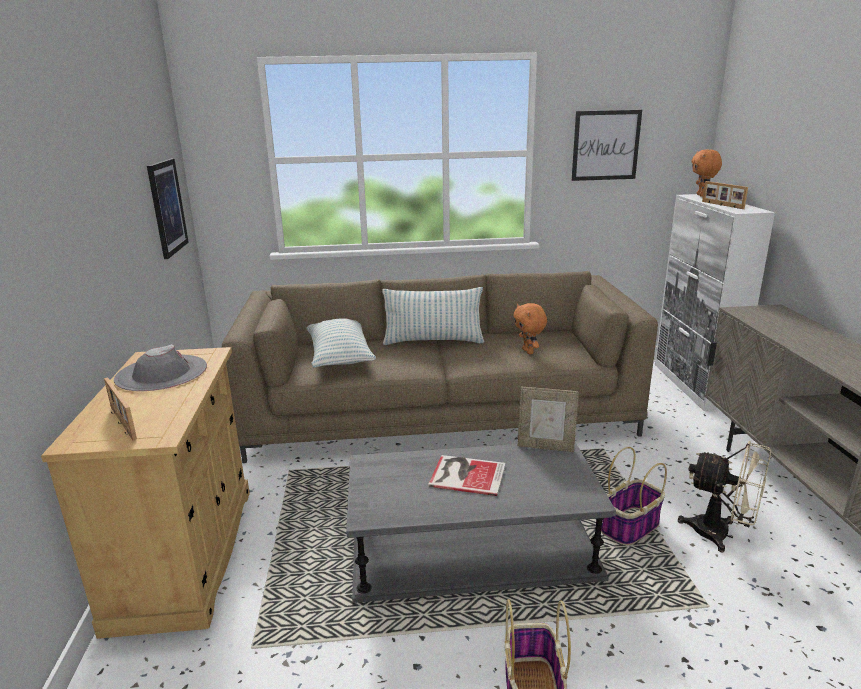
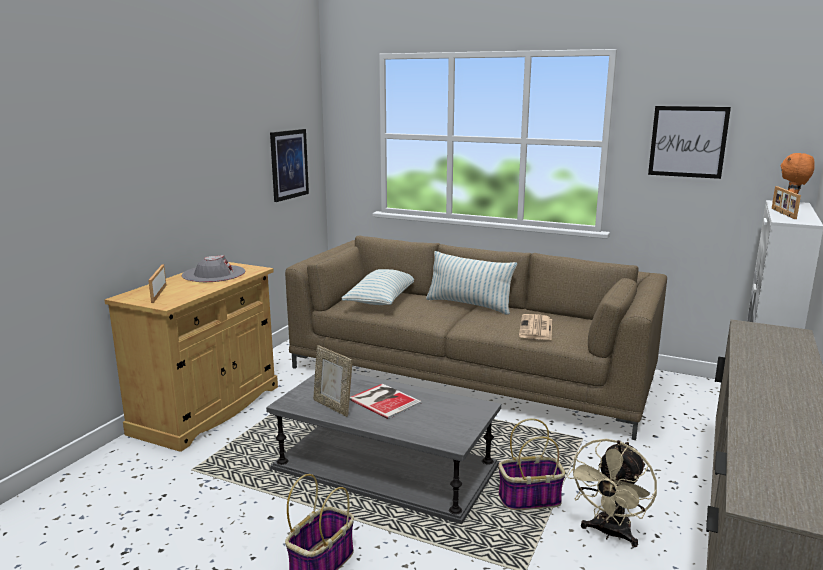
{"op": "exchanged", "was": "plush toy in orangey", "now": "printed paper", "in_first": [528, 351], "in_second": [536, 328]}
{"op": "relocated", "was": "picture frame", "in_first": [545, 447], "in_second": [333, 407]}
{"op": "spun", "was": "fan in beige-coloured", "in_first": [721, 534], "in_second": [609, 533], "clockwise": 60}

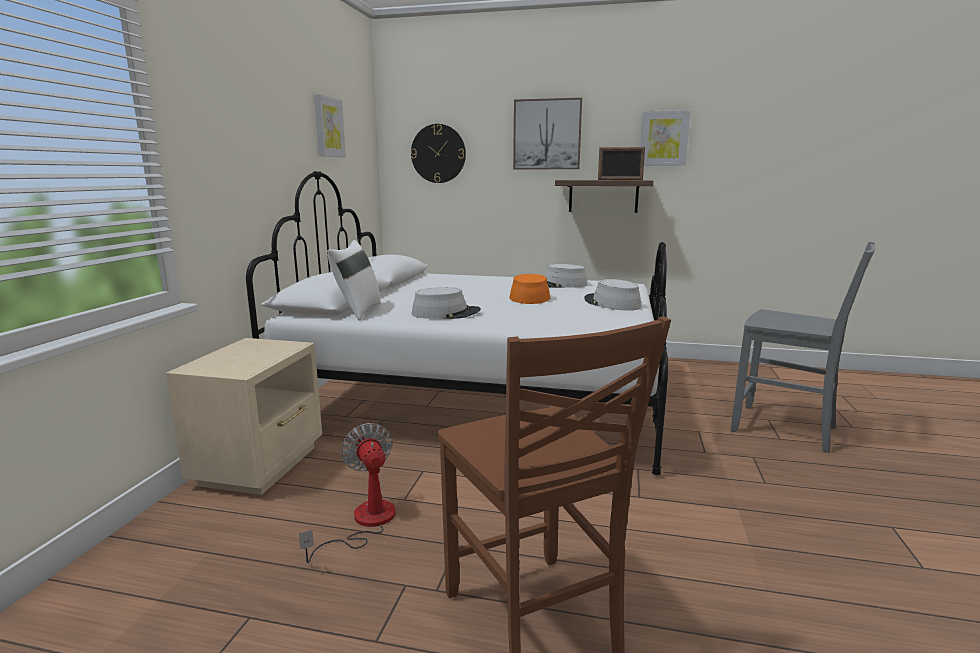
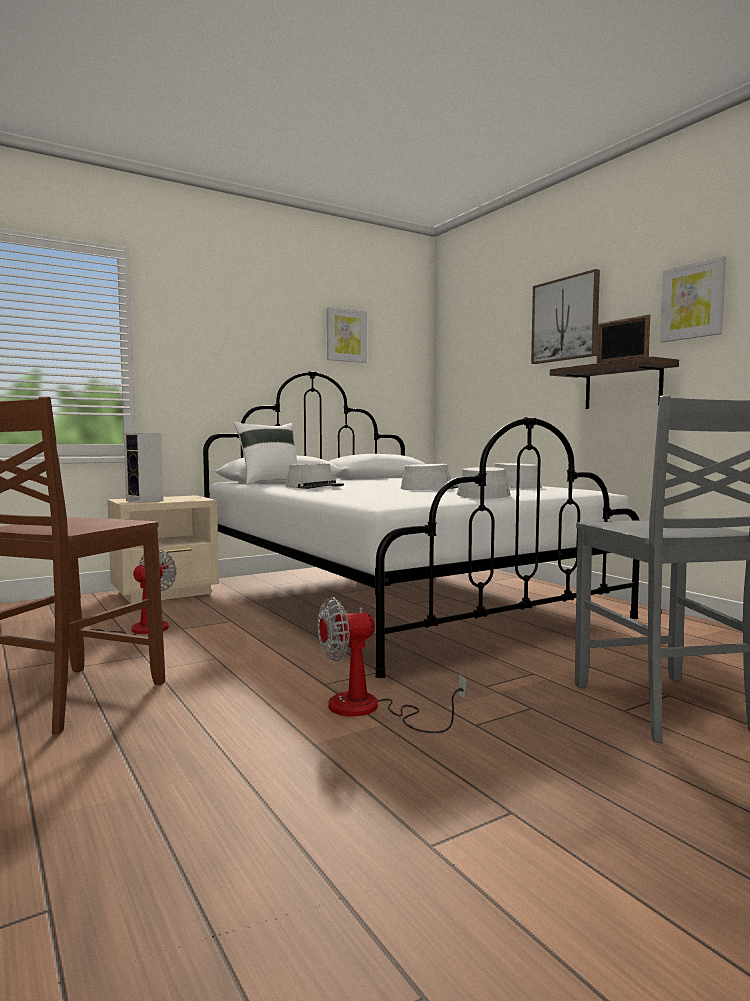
{"op": "missing", "was": "wall clock", "in_first": [438, 153]}
{"op": "colour", "was": "wearable hat in orangey", "now": "wearable hat in greyish", "in_first": [529, 297], "in_second": [430, 488]}
{"op": "appeared", "now": "speaker", "in_second": [146, 501]}
{"op": "appeared", "now": "fan", "in_second": [370, 710]}

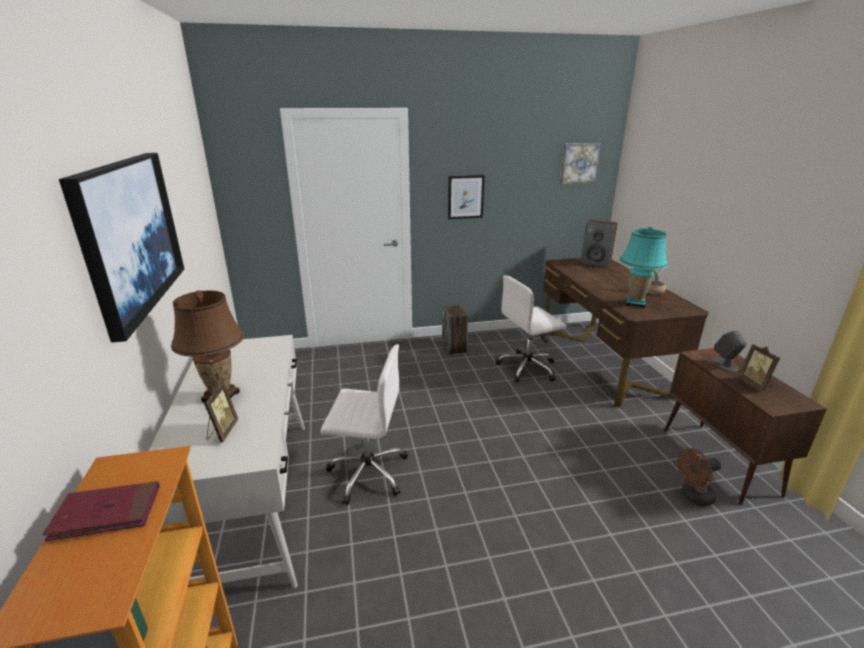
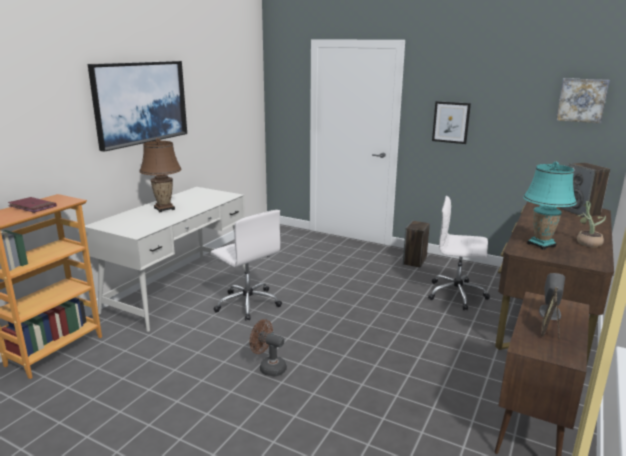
{"op": "missing", "was": "picture frame", "in_first": [222, 432]}
{"op": "relocated", "was": "fan in brown", "in_first": [693, 496], "in_second": [269, 367]}

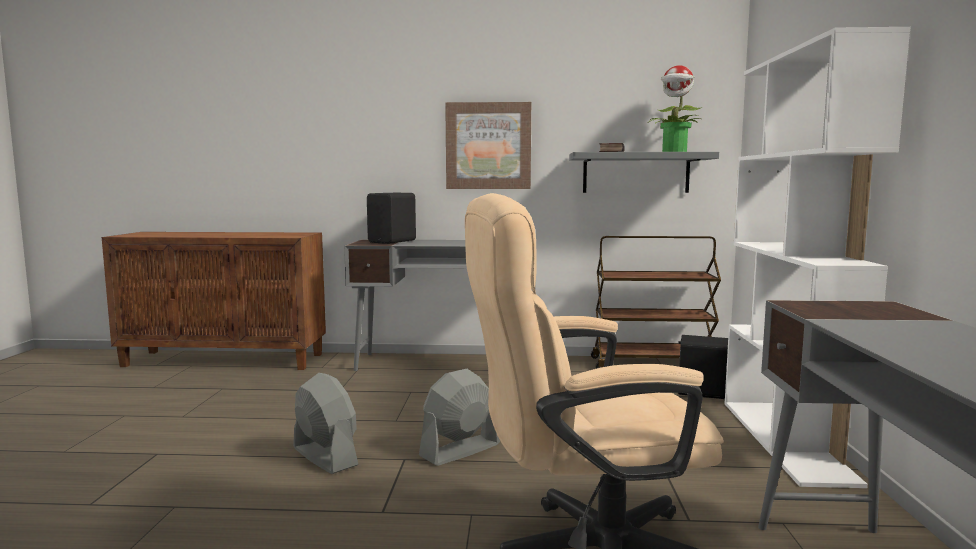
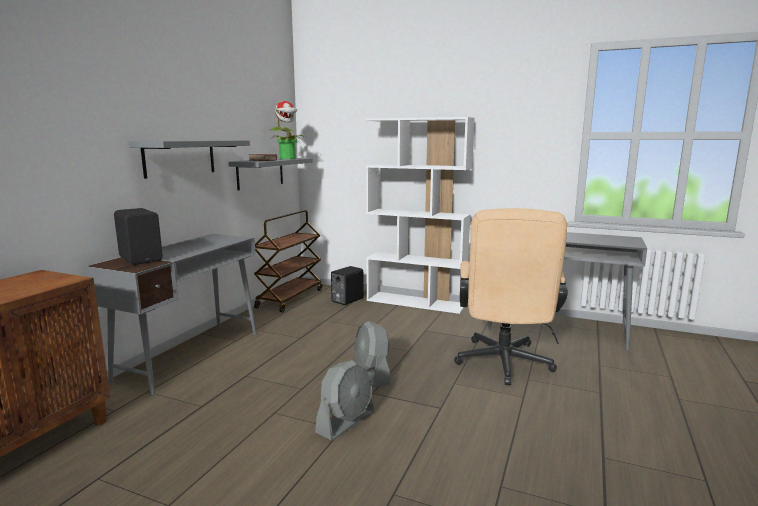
{"op": "exchanged", "was": "wall picture", "now": "shelf in greyish", "in_first": [488, 146], "in_second": [180, 157]}
{"op": "spun", "was": "fan in greyish", "in_first": [324, 456], "in_second": [346, 422], "clockwise": 150}

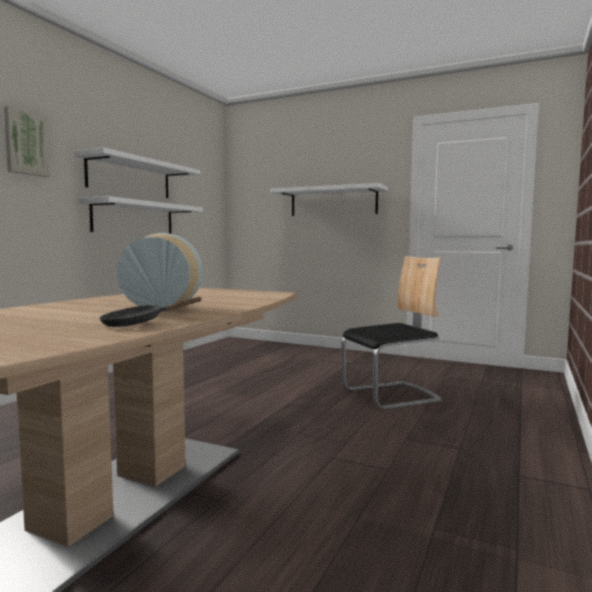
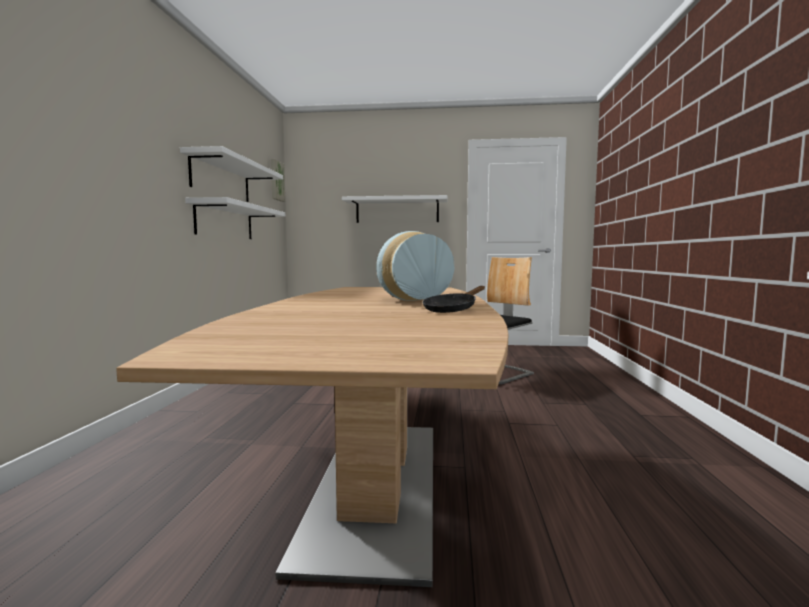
{"op": "relocated", "was": "wall picture", "in_first": [25, 143], "in_second": [276, 181]}

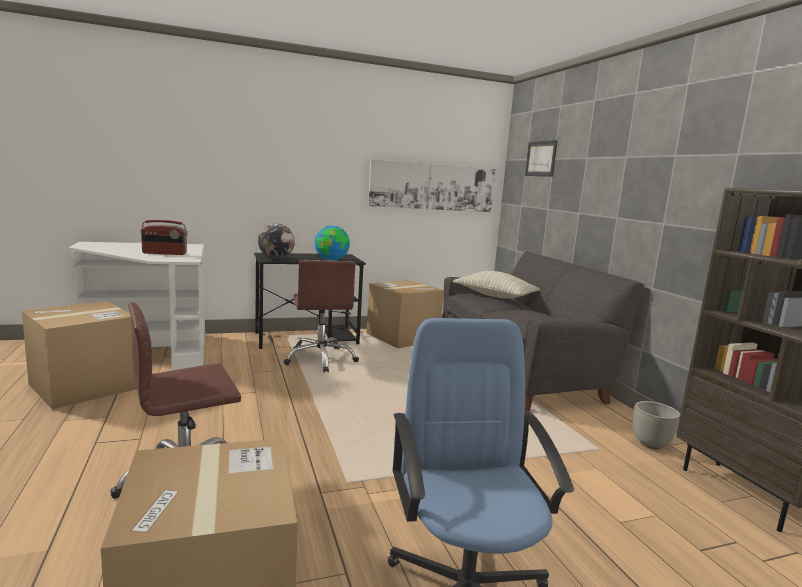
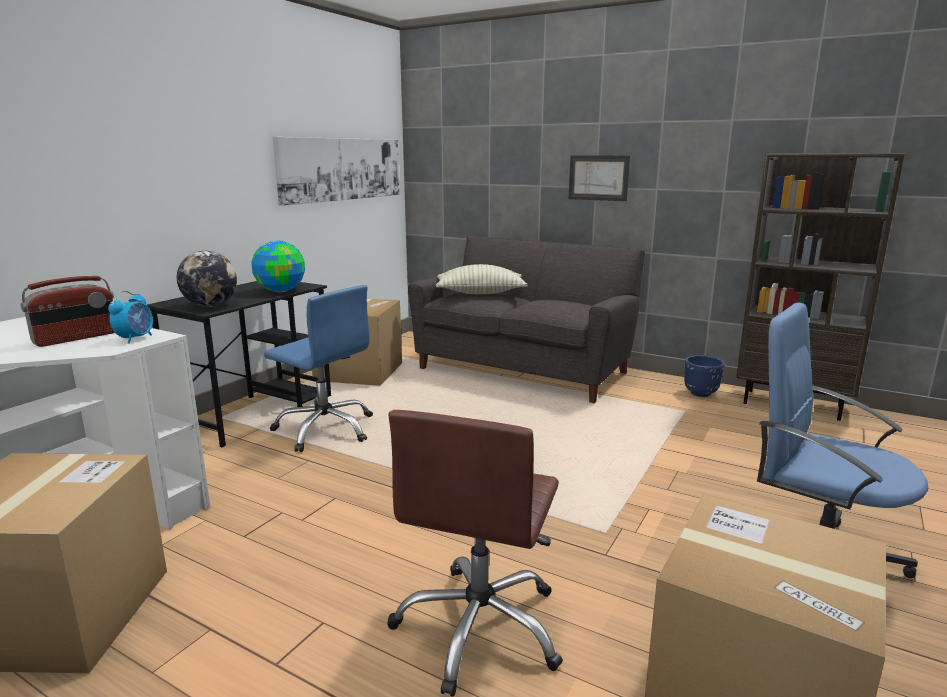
{"op": "relocated", "was": "wall picture", "in_first": [541, 158], "in_second": [598, 178]}
{"op": "colour", "was": "office chair in brown", "now": "office chair in blue-coloured", "in_first": [321, 359], "in_second": [325, 429]}
{"op": "colour", "was": "flower pot in greyish", "now": "flower pot in blue-coloured", "in_first": [650, 444], "in_second": [700, 393]}
{"op": "appeared", "now": "alarm clock", "in_second": [135, 338]}

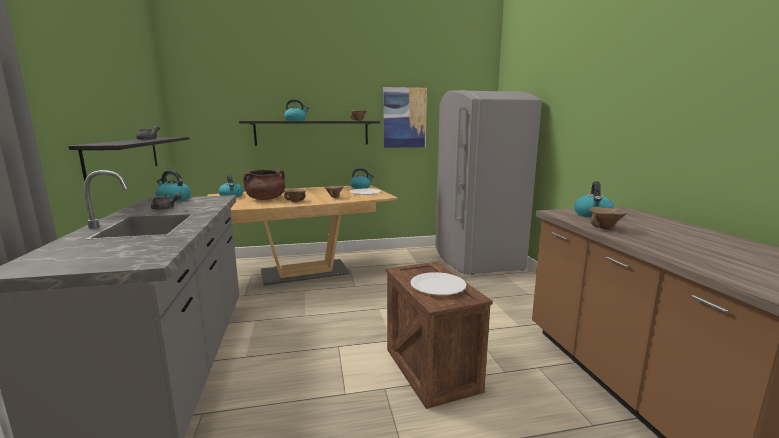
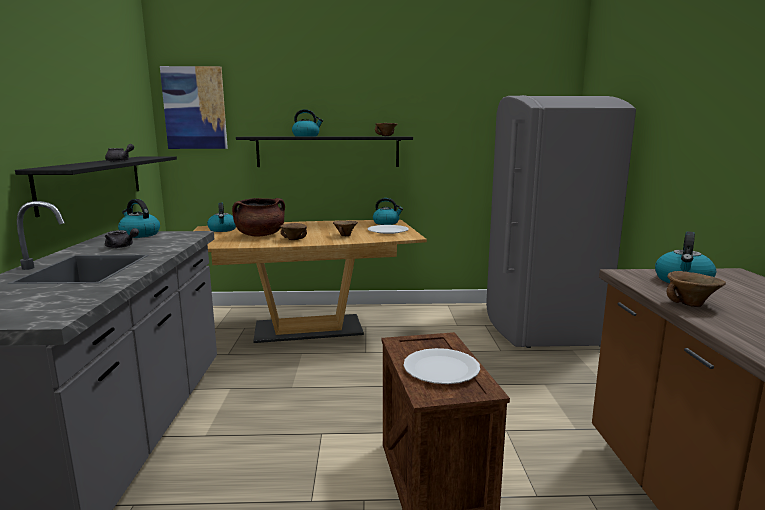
{"op": "relocated", "was": "wall picture", "in_first": [404, 118], "in_second": [195, 108]}

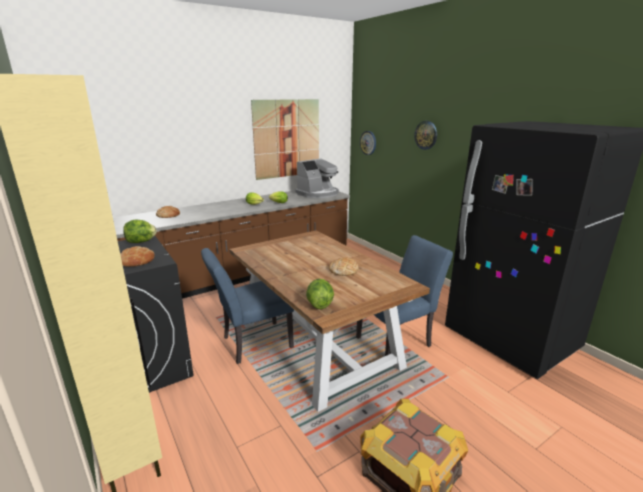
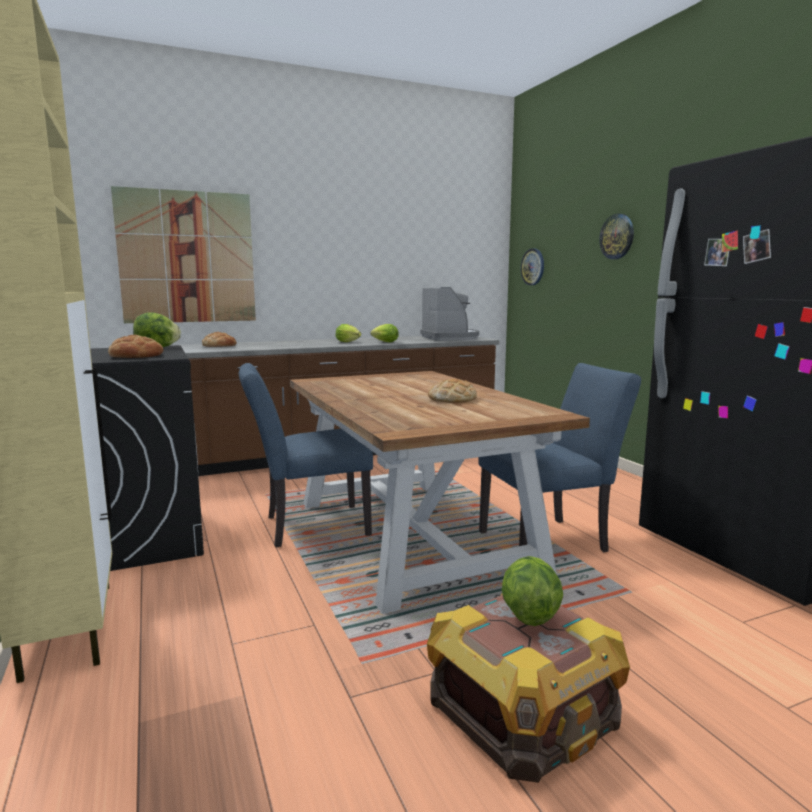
{"op": "relocated", "was": "wall picture", "in_first": [287, 139], "in_second": [187, 257]}
{"op": "spun", "was": "coffee maker", "in_first": [318, 194], "in_second": [450, 338], "clockwise": -75}
{"op": "relocated", "was": "head of lettuce", "in_first": [319, 304], "in_second": [528, 614]}

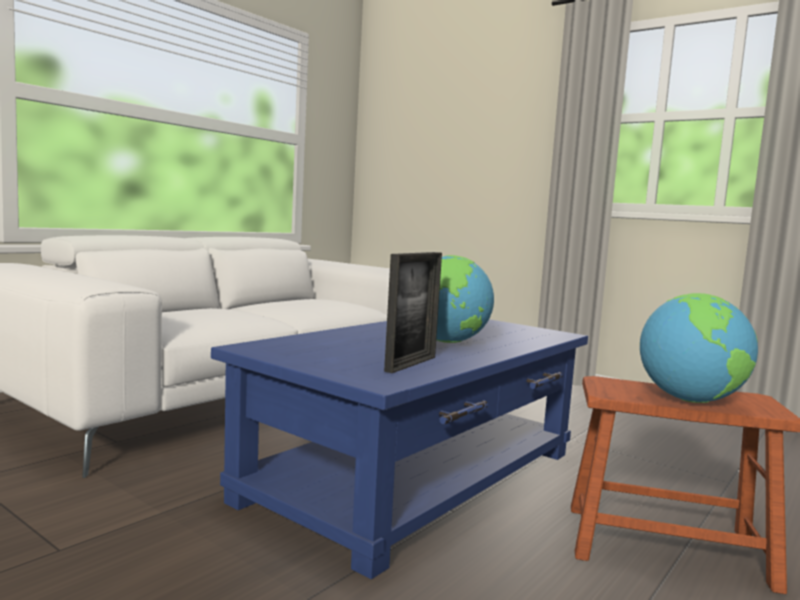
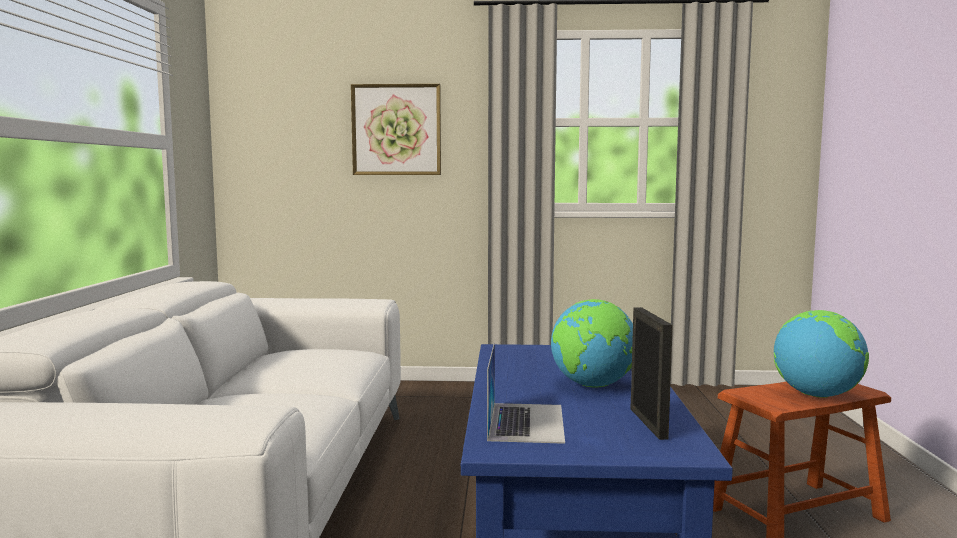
{"op": "appeared", "now": "wall picture", "in_second": [396, 130]}
{"op": "appeared", "now": "portable computer", "in_second": [526, 422]}

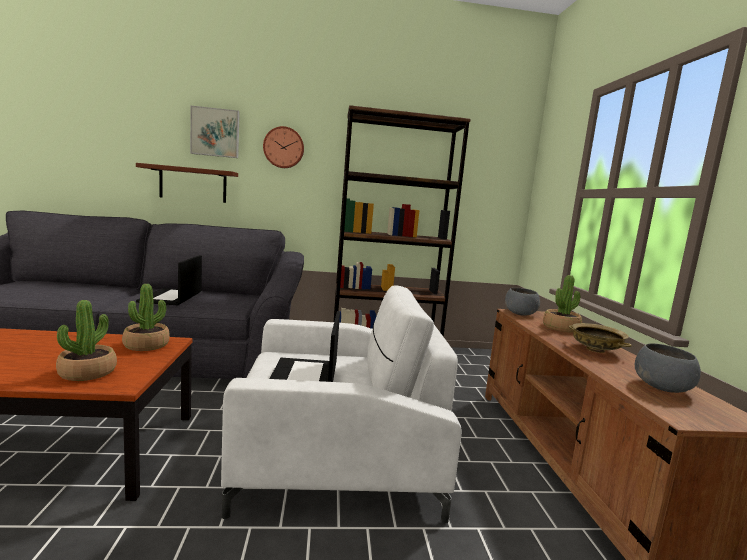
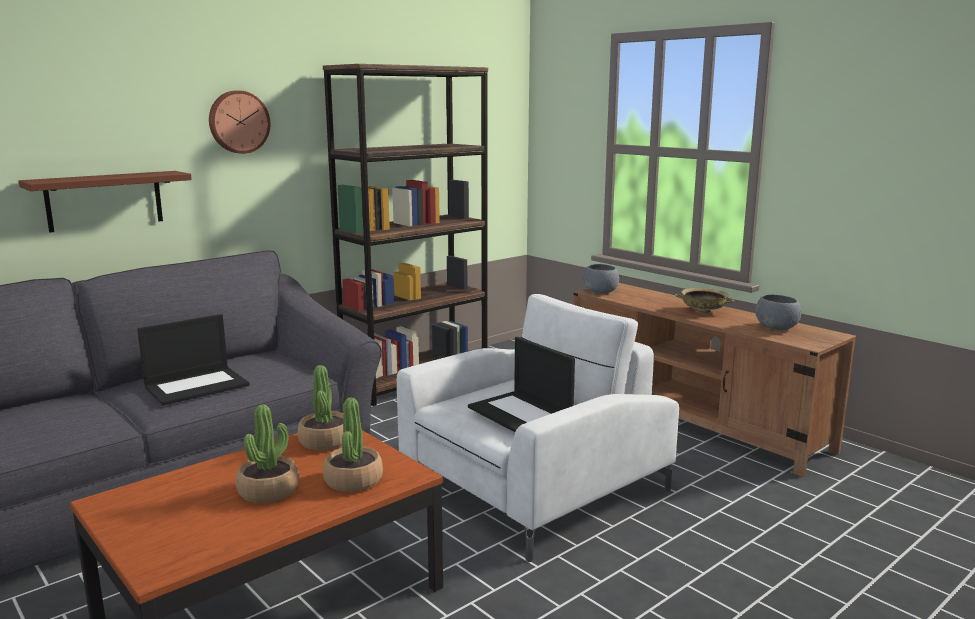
{"op": "missing", "was": "wall picture", "in_first": [215, 132]}
{"op": "spun", "was": "portable computer", "in_first": [171, 297], "in_second": [197, 386], "clockwise": -90}
{"op": "relocated", "was": "plant in a pot", "in_first": [561, 328], "in_second": [268, 491]}

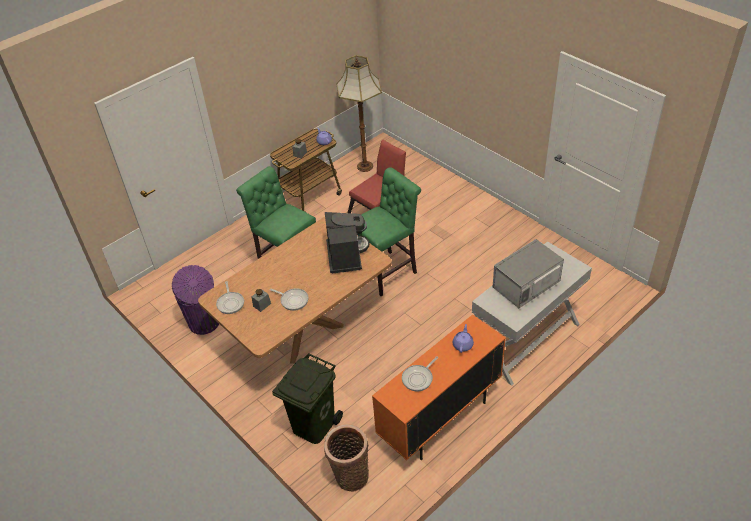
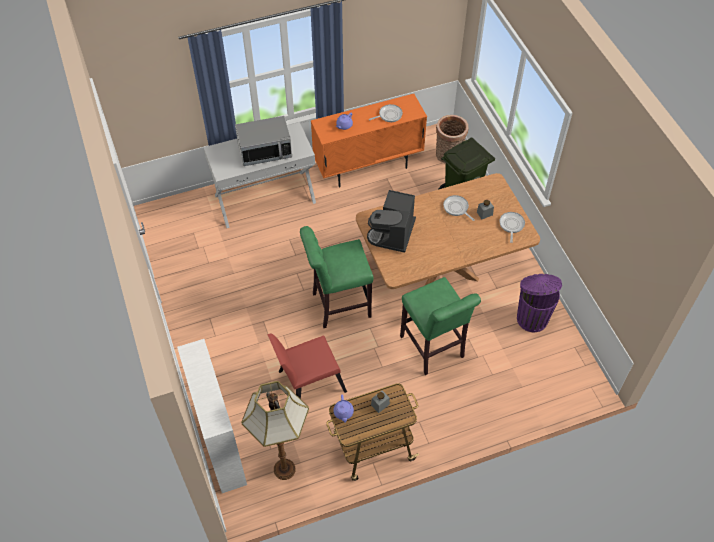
{"op": "appeared", "now": "shelving unit in white", "in_second": [220, 444]}

